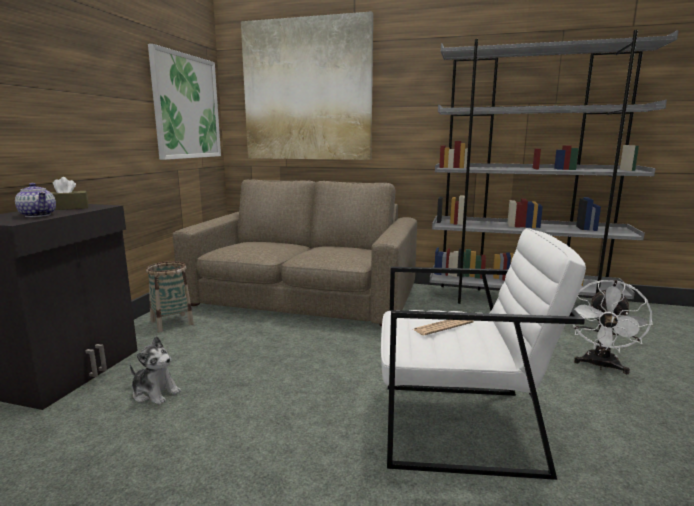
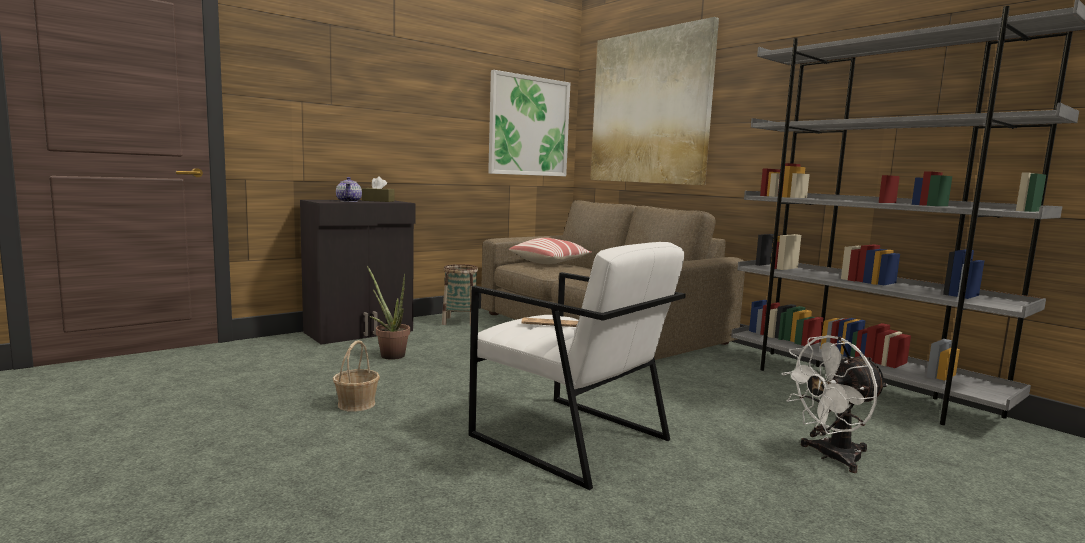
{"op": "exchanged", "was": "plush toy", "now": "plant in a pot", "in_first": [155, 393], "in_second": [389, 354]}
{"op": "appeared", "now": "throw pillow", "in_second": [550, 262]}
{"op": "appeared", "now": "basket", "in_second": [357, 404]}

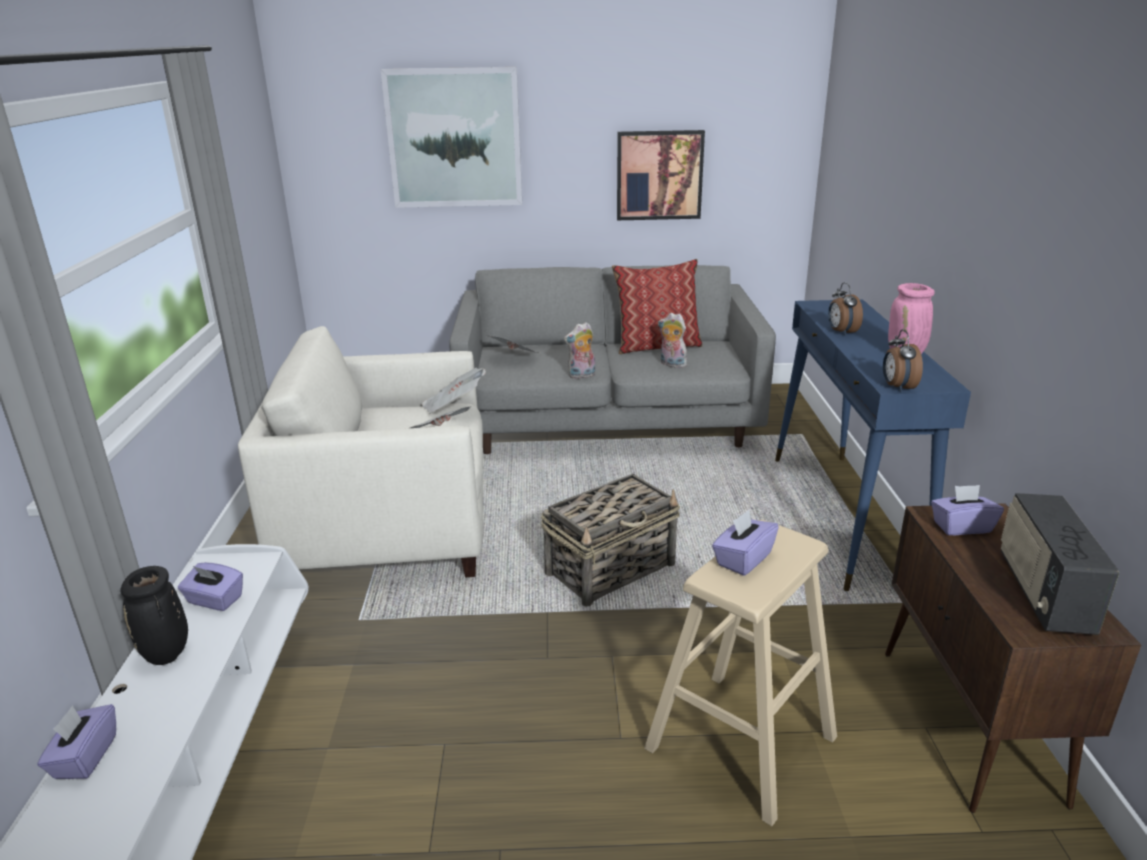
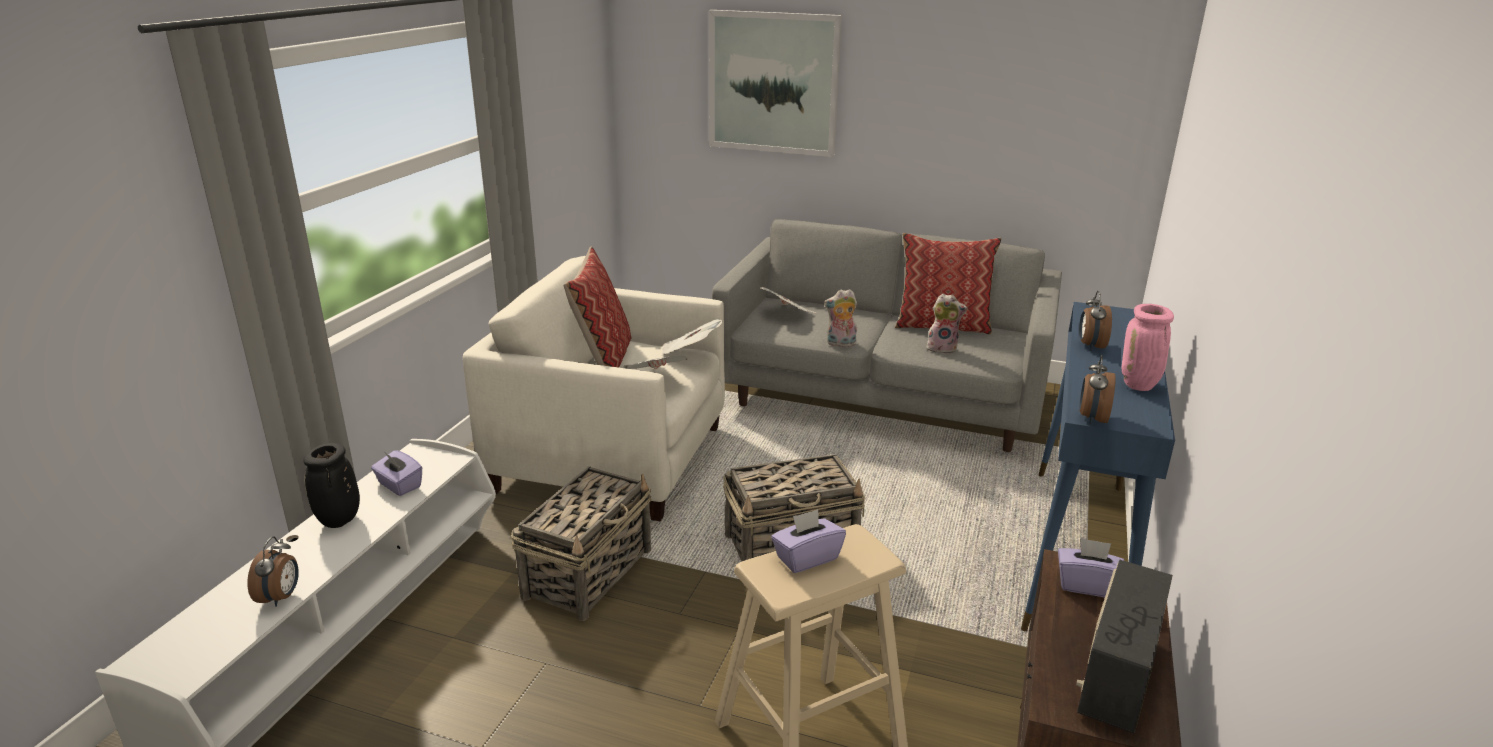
{"op": "missing", "was": "wall picture", "in_first": [659, 175]}
{"op": "spun", "was": "plush toy", "in_first": [671, 364], "in_second": [942, 348], "clockwise": 135}
{"op": "missing", "was": "tissue box in purplish", "in_first": [85, 757]}
{"op": "appeared", "now": "throw pillow", "in_second": [603, 359]}
{"op": "appeared", "now": "basket", "in_second": [589, 572]}
{"op": "appeared", "now": "alarm clock", "in_second": [281, 597]}

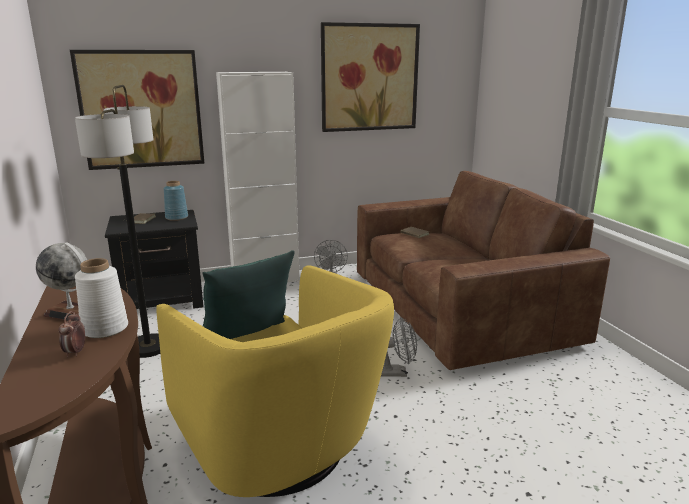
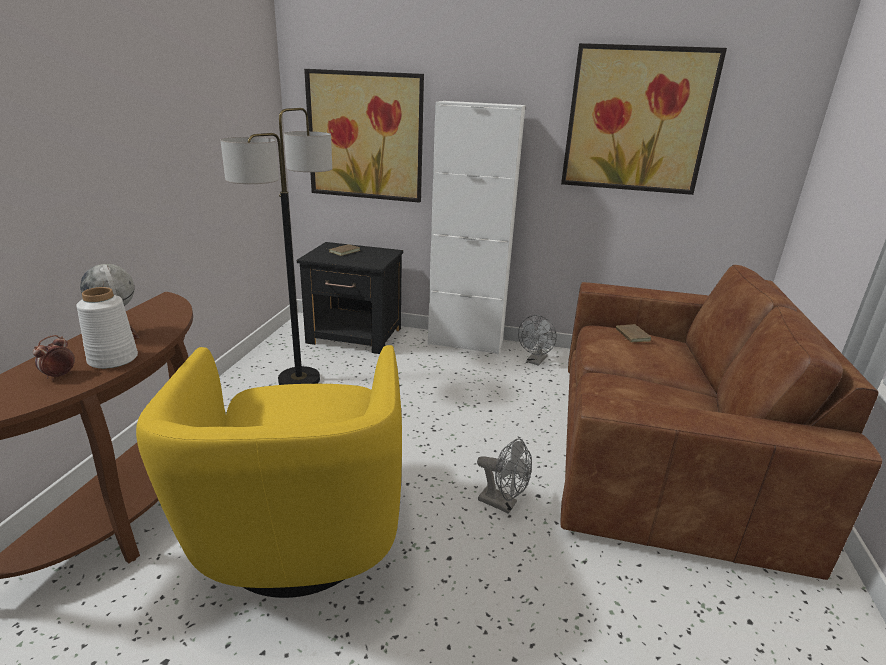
{"op": "missing", "was": "vase in blue-coloured", "in_first": [177, 217]}
{"op": "missing", "was": "throw pillow in green", "in_first": [248, 338]}

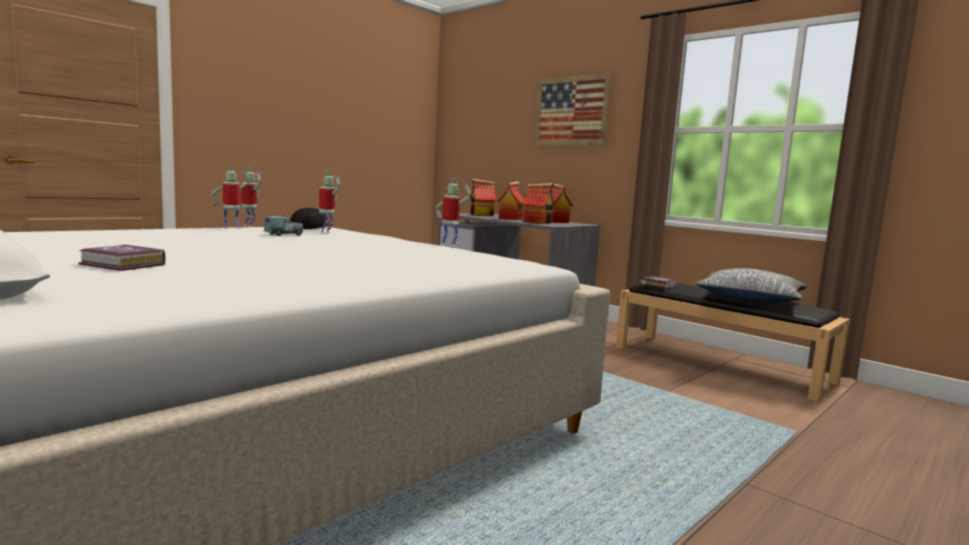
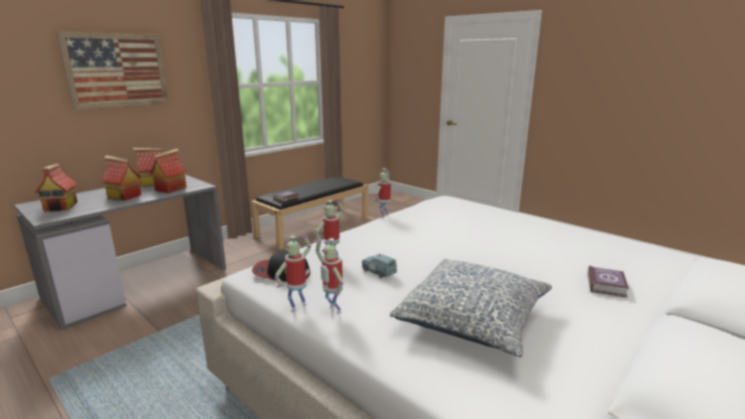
{"op": "relocated", "was": "throw pillow", "in_first": [749, 300], "in_second": [473, 319]}

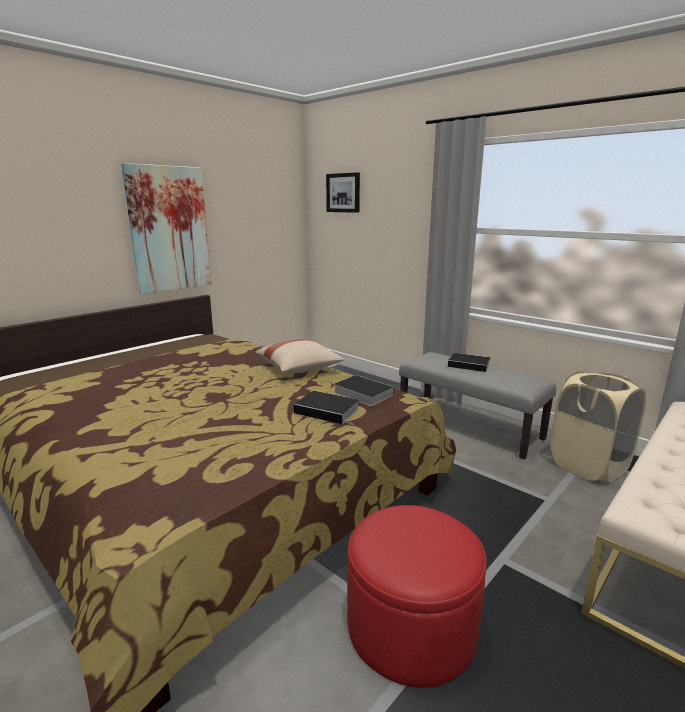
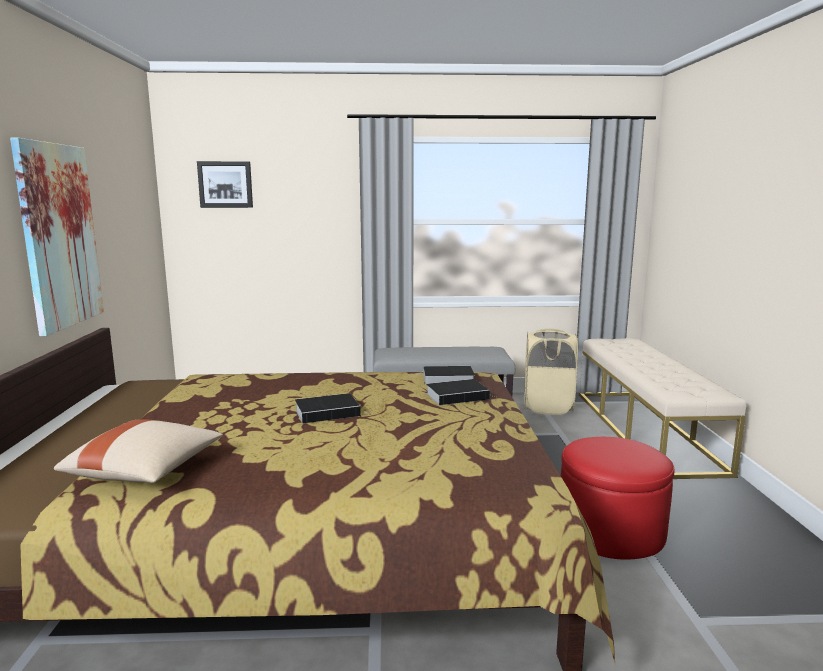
{"op": "relocated", "was": "throw pillow in beige-coloured", "in_first": [300, 369], "in_second": [146, 472]}
{"op": "relocated", "was": "bound book", "in_first": [470, 365], "in_second": [329, 412]}

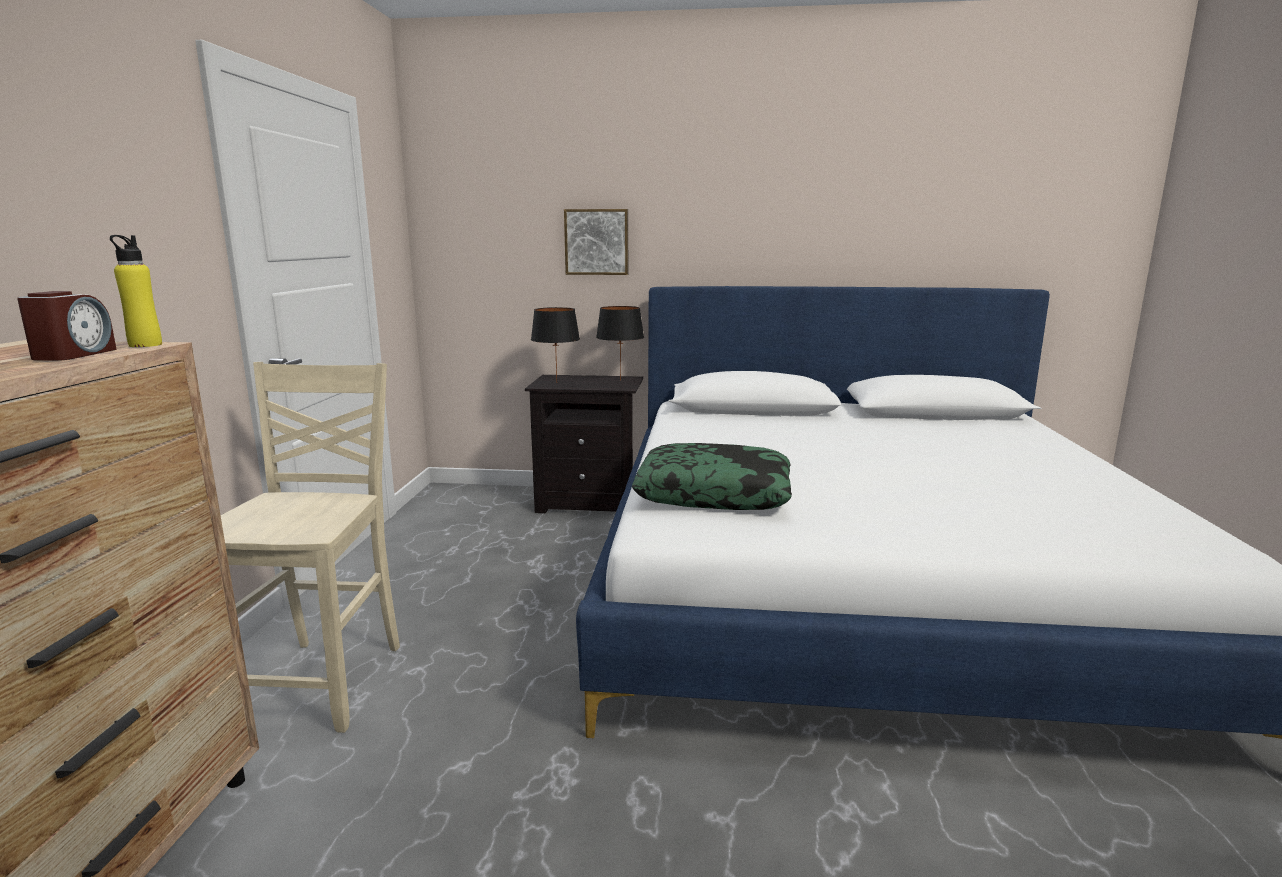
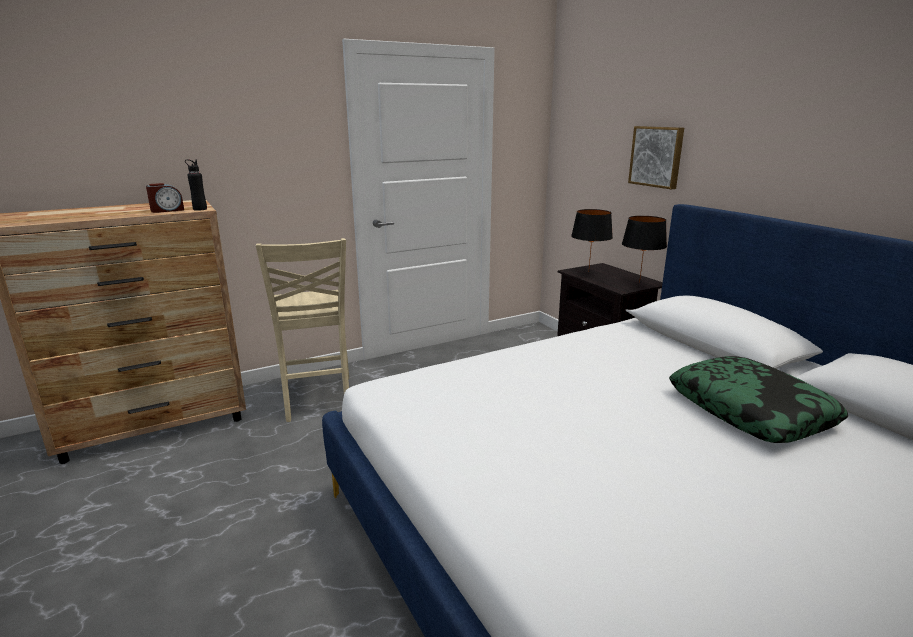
{"op": "colour", "was": "beverage bottle in yellowish", "now": "beverage bottle in black", "in_first": [145, 345], "in_second": [200, 209]}
{"op": "spun", "was": "upright chair in beige-coloured", "in_first": [321, 681], "in_second": [317, 399], "clockwise": 105}
{"op": "relocated", "was": "throw pillow", "in_first": [714, 493], "in_second": [750, 411]}

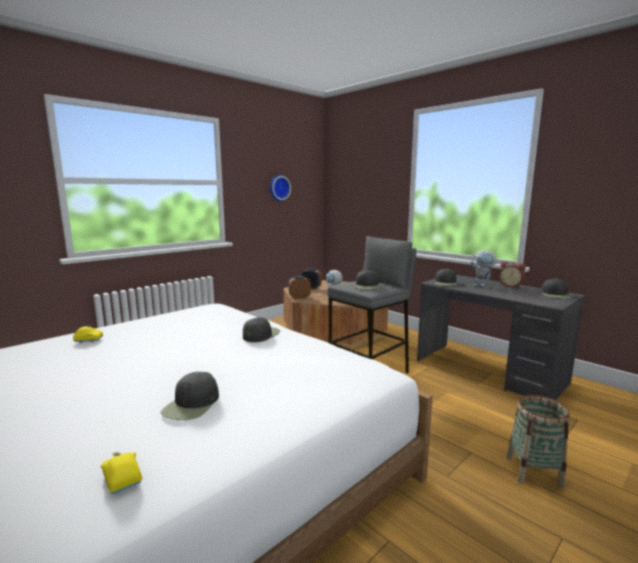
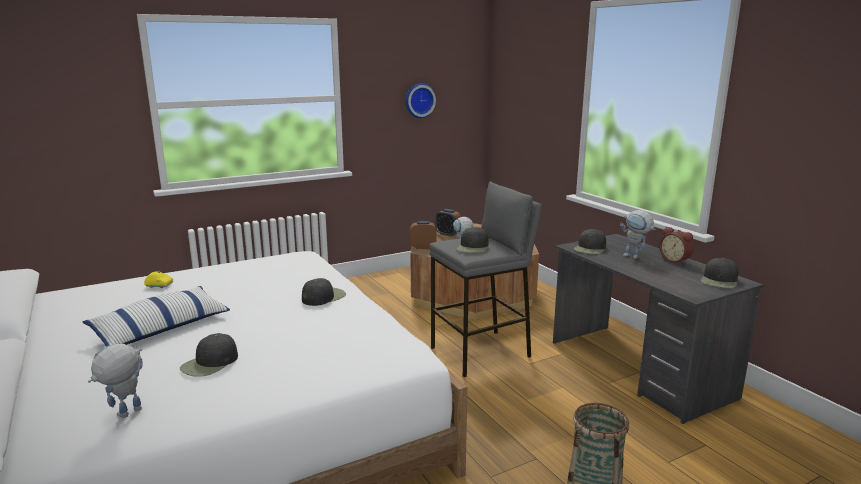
{"op": "exchanged", "was": "toy car in yellowish", "now": "model robot", "in_first": [121, 480], "in_second": [125, 416]}
{"op": "appeared", "now": "throw pillow", "in_second": [161, 329]}

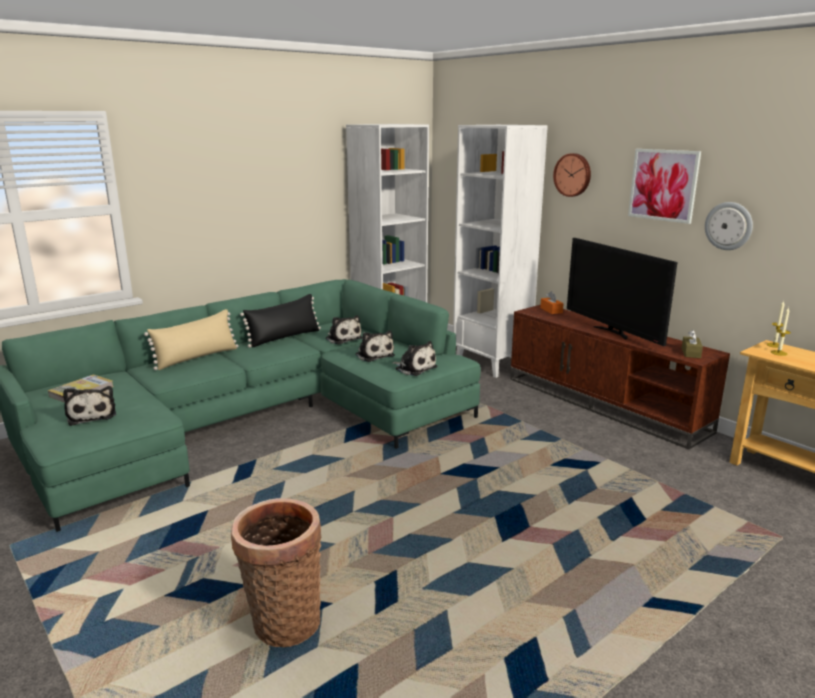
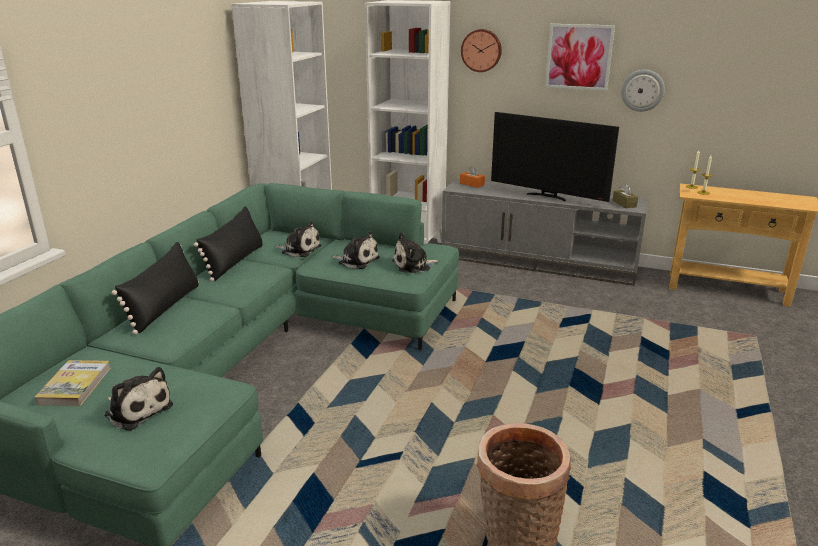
{"op": "colour", "was": "media console in brown", "now": "media console in greyish", "in_first": [605, 404], "in_second": [539, 262]}
{"op": "colour", "was": "throw pillow in beige-coloured", "now": "throw pillow in black", "in_first": [196, 358], "in_second": [165, 307]}
{"op": "spun", "was": "plush toy", "in_first": [414, 368], "in_second": [413, 265], "clockwise": 150}

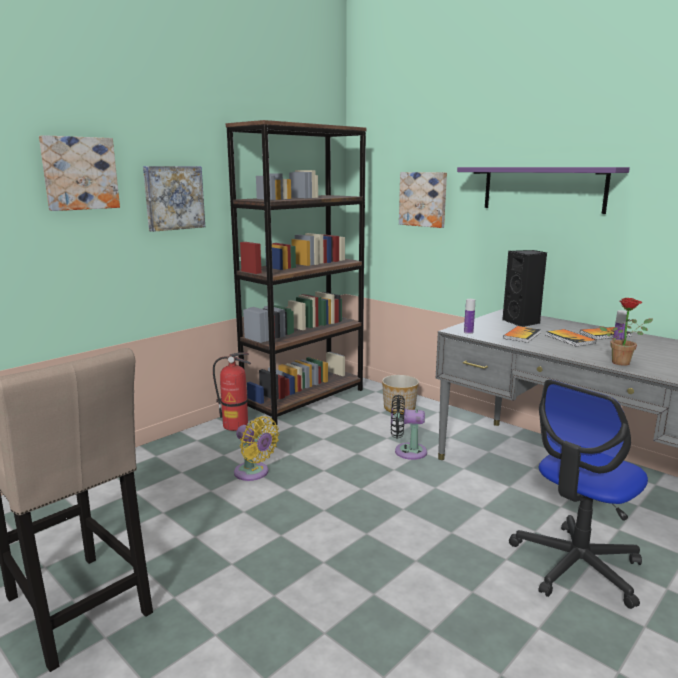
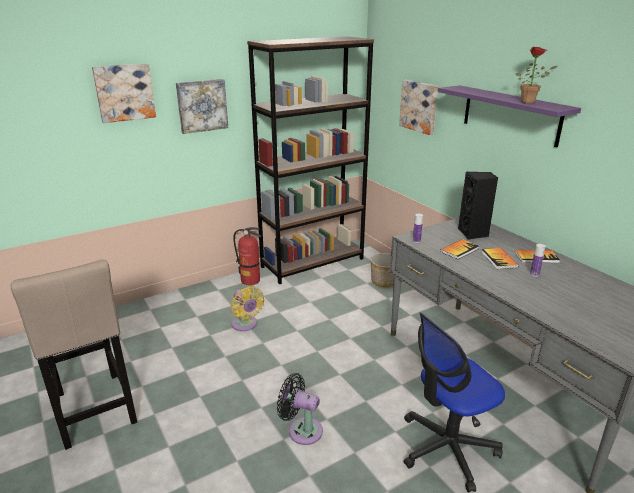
{"op": "relocated", "was": "plant in a pot", "in_first": [623, 362], "in_second": [530, 102]}
{"op": "relocated", "was": "fan in black", "in_first": [406, 451], "in_second": [301, 430]}

